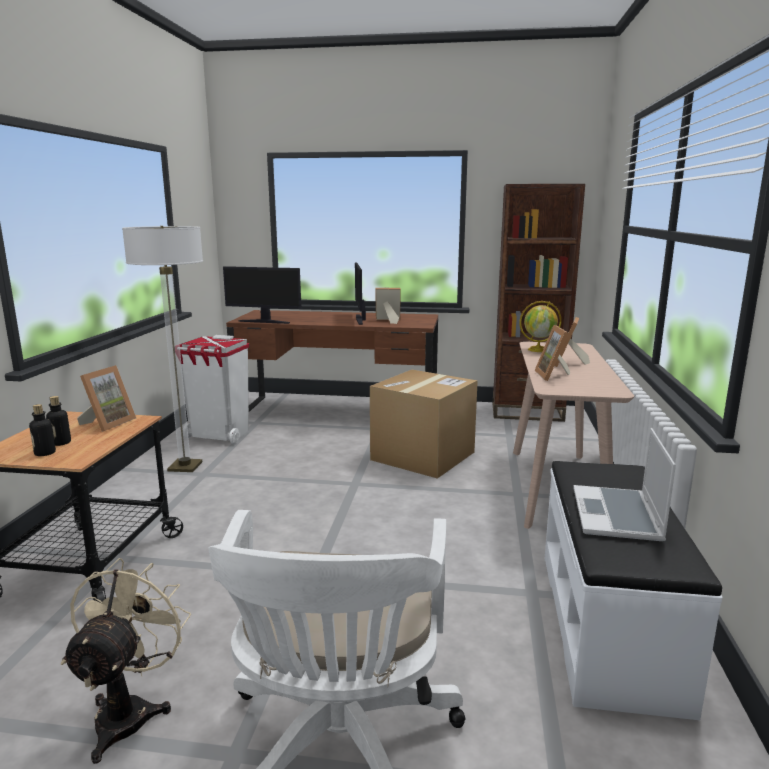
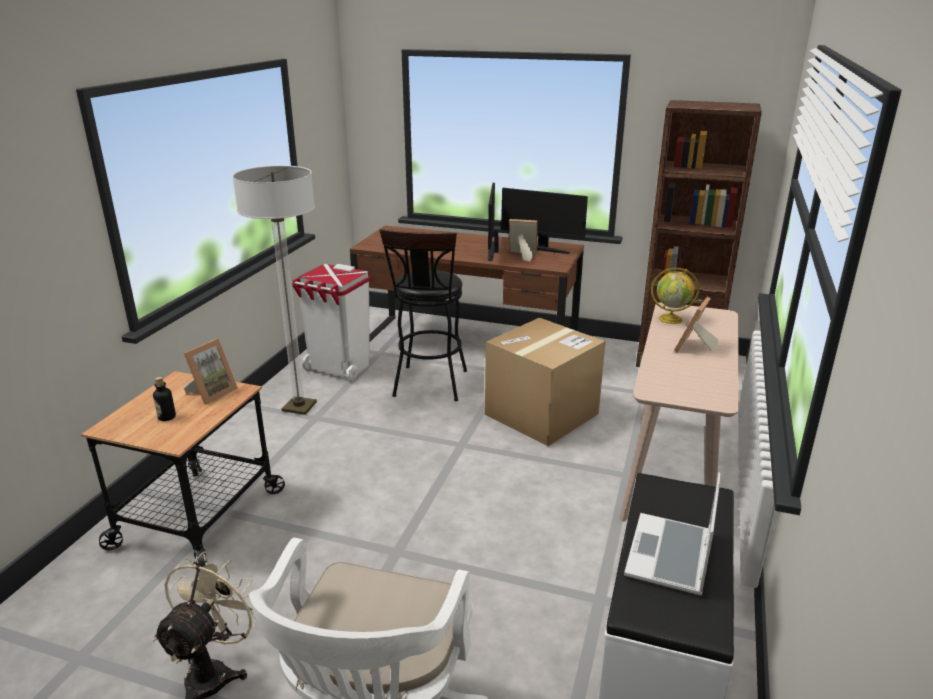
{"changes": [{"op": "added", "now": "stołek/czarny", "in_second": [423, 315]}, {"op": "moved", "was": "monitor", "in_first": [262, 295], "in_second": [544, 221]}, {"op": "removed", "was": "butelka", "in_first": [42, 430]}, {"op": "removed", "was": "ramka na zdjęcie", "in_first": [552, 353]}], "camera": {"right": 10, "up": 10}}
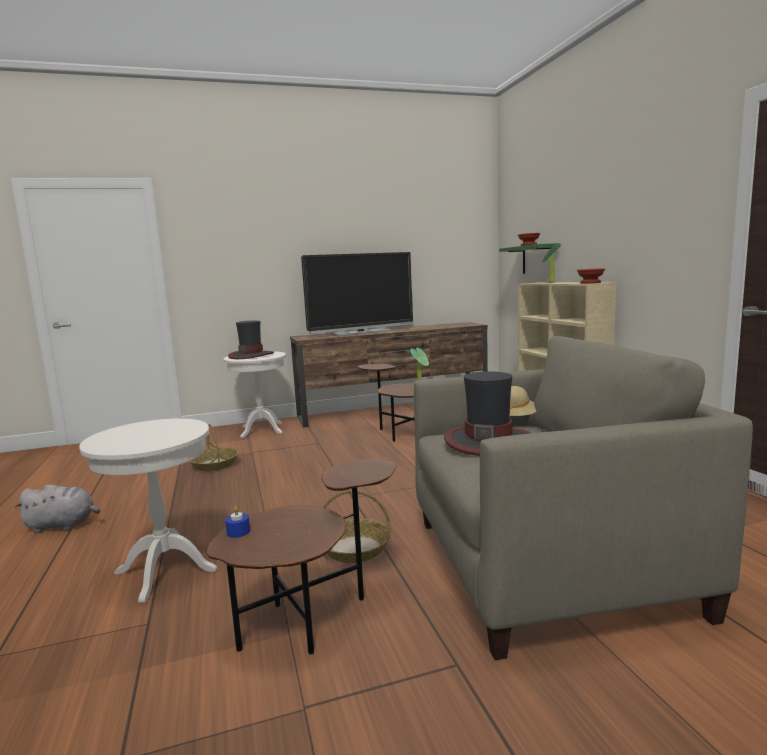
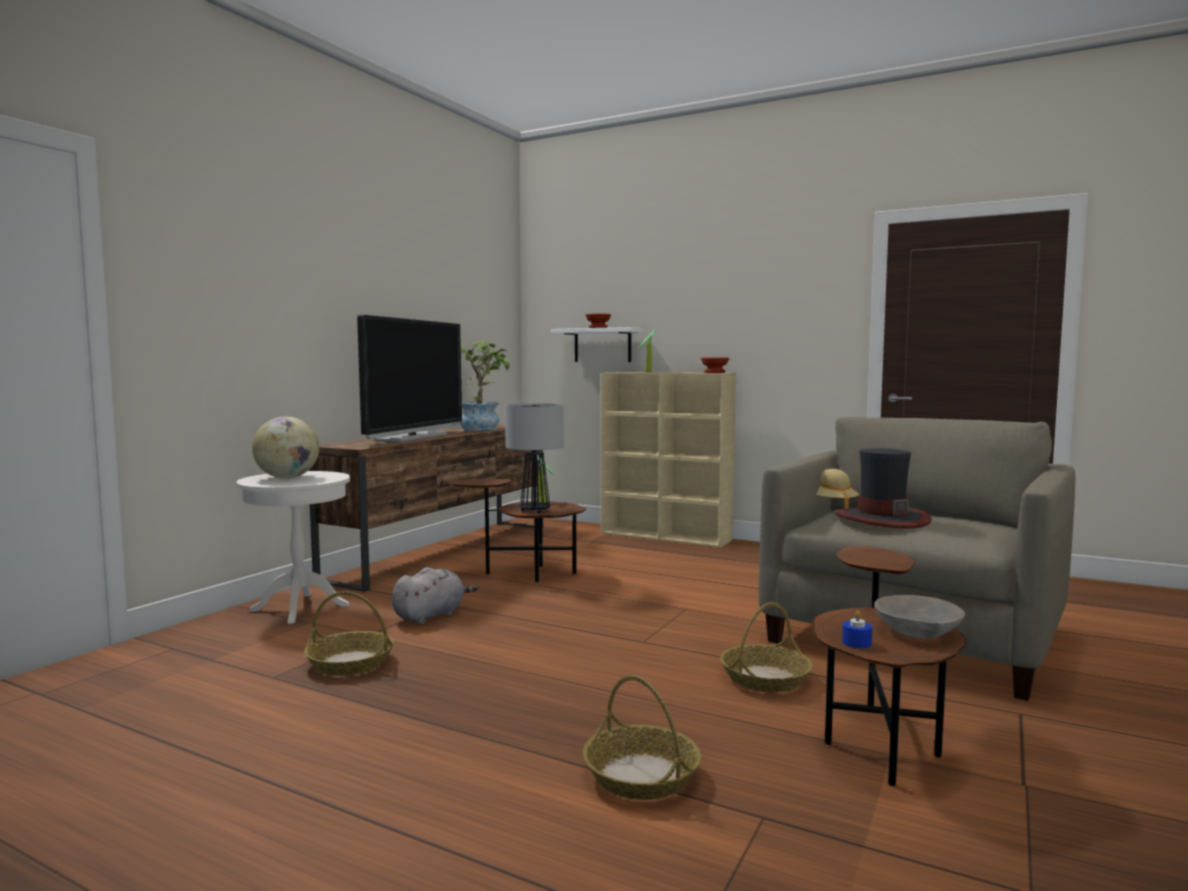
{"changes": [{"op": "replaced", "was": "kapelusz", "now": "globus", "in_first": [251, 340], "in_second": [285, 448]}, {"op": "moved", "was": "pluszak/szary", "in_first": [57, 509], "in_second": [435, 595]}, {"op": "added", "now": "roślina doniczkowa", "in_second": [485, 386]}, {"op": "added", "now": "lampa stołowa", "in_second": [534, 458]}, {"op": "recoloured", "was": "półka/zielony", "now": "półka/biały", "in_first": [530, 258], "in_second": [597, 344]}, {"op": "replaced", "was": "stolik/biały", "now": "koszyk", "in_first": [148, 510], "in_second": [642, 737]}, {"op": "added", "now": "miska/szary", "in_second": [919, 617]}], "camera": {"right": -45, "up": -5}}
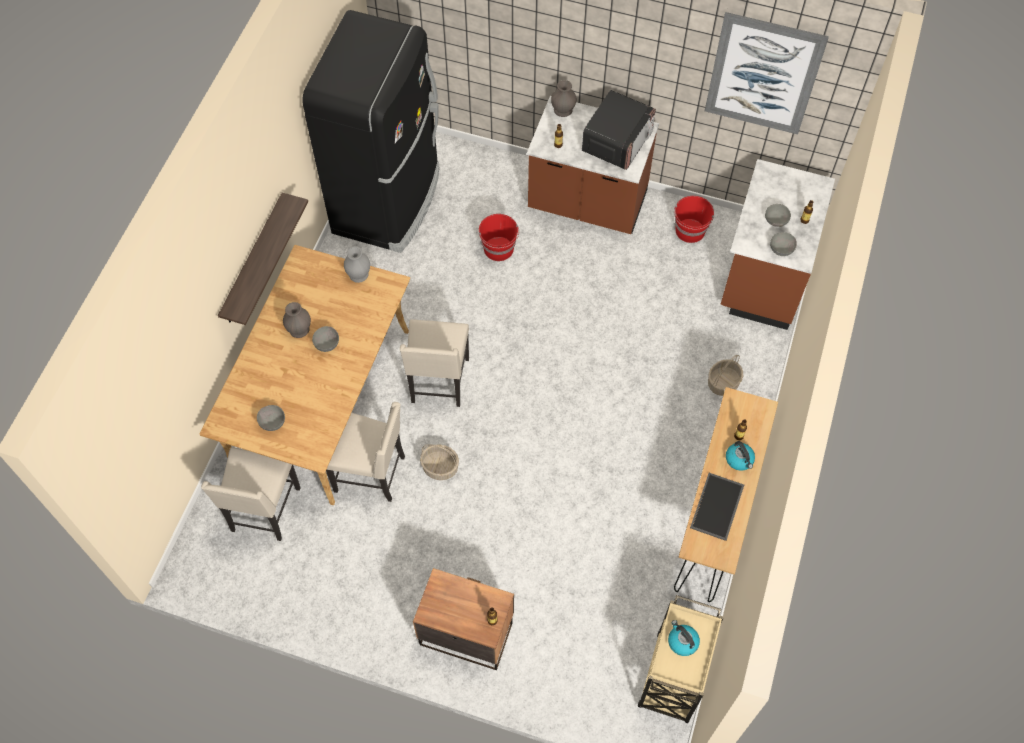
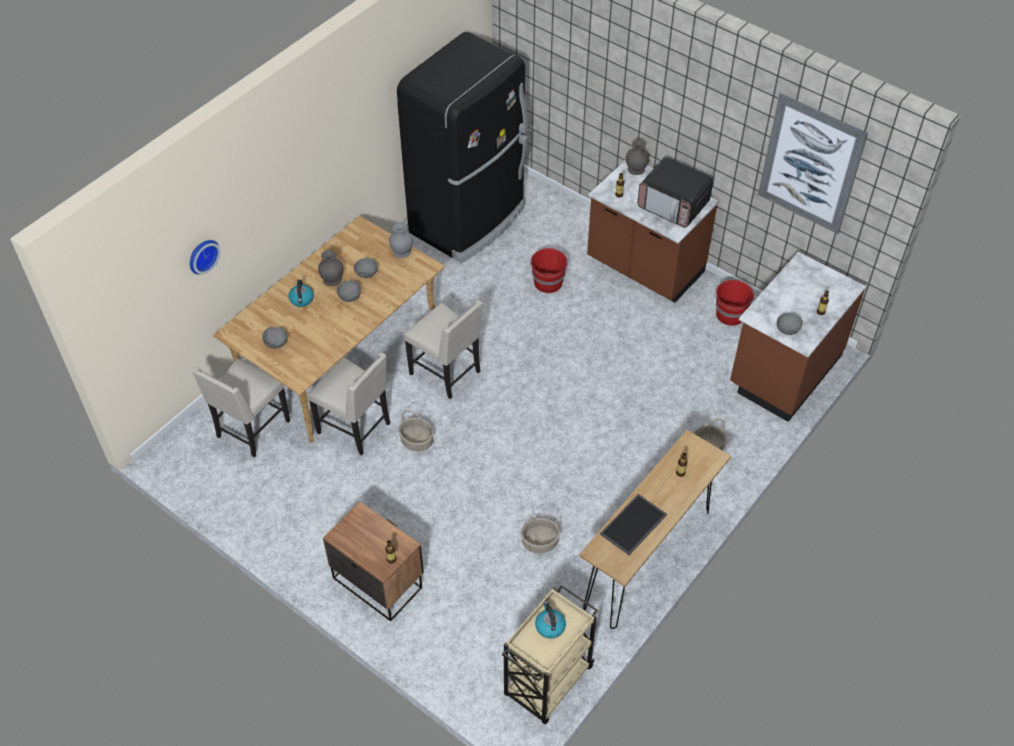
{"changes": [{"op": "added", "now": "zegar ścienny", "in_second": [205, 257]}, {"op": "moved", "was": "czajnik", "in_first": [740, 456], "in_second": [301, 293]}, {"op": "moved", "was": "miska/szary", "in_first": [778, 215], "in_second": [366, 268]}, {"op": "turned", "was": "krzesło/beżowy", "in_first": [434, 363], "in_second": [443, 349], "clockwise": -75}, {"op": "added", "now": "koszyk", "in_second": [540, 534]}, {"op": "turned", "was": "mikrofalówka", "in_first": [619, 130], "in_second": [675, 192], "clockwise": 75}, {"op": "removed", "was": "półka", "in_first": [263, 258]}], "camera": {"right": 20, "up": -10}}
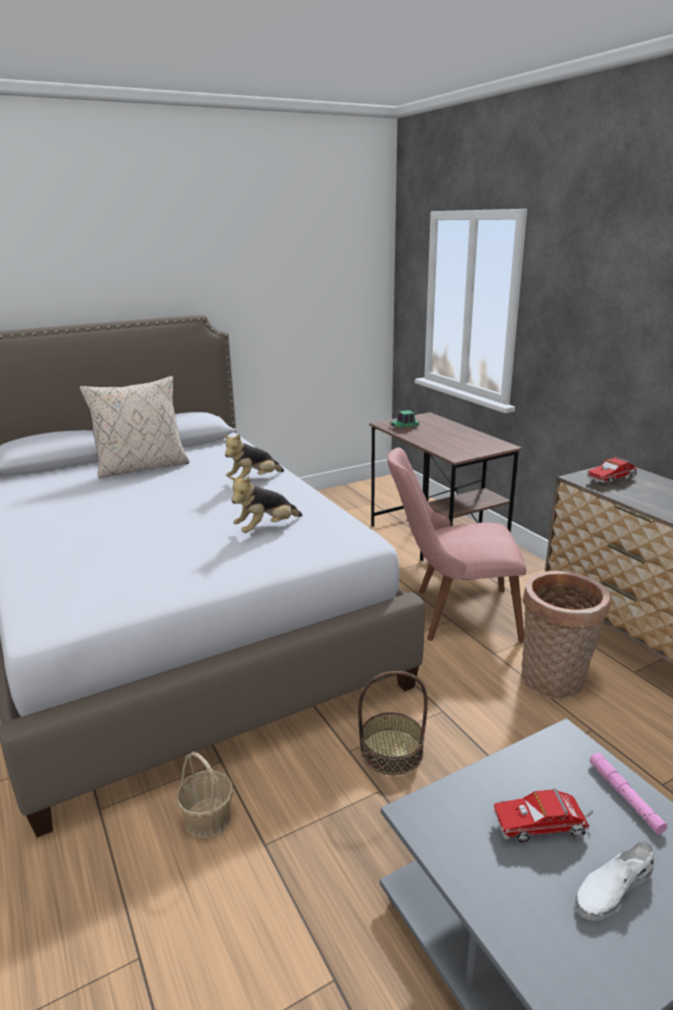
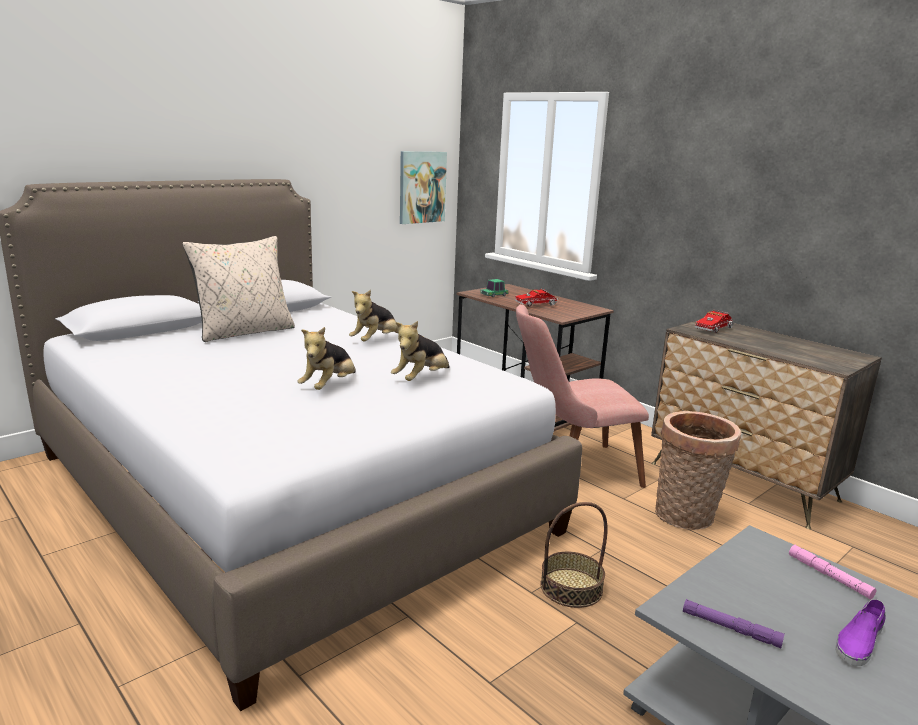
{"changes": [{"op": "added", "now": "pluszak", "in_second": [326, 358]}, {"op": "added", "now": "obraz", "in_second": [423, 187]}, {"op": "moved", "was": "ciężarówka zabawkowa", "in_first": [543, 815], "in_second": [536, 297]}, {"op": "added", "now": "latarka/fioletowy", "in_second": [733, 623]}, {"op": "recoloured", "was": "but/biały", "now": "but/fioletowy", "in_first": [614, 881], "in_second": [861, 632]}, {"op": "removed", "was": "koszyk", "in_first": [204, 795]}], "camera": {"right": -15, "up": -5}}
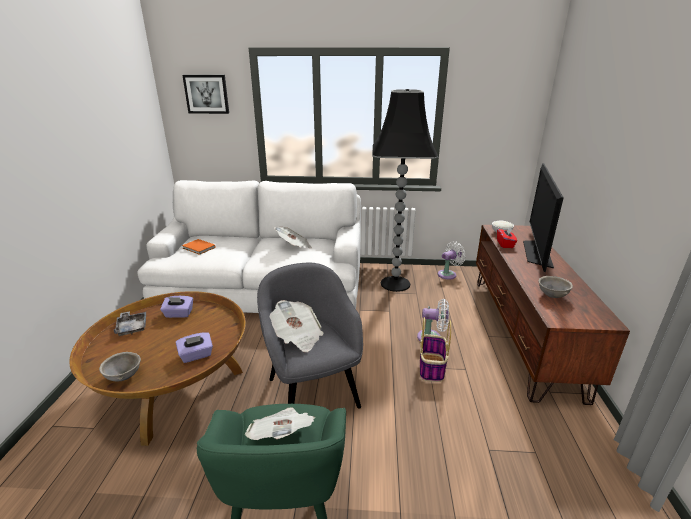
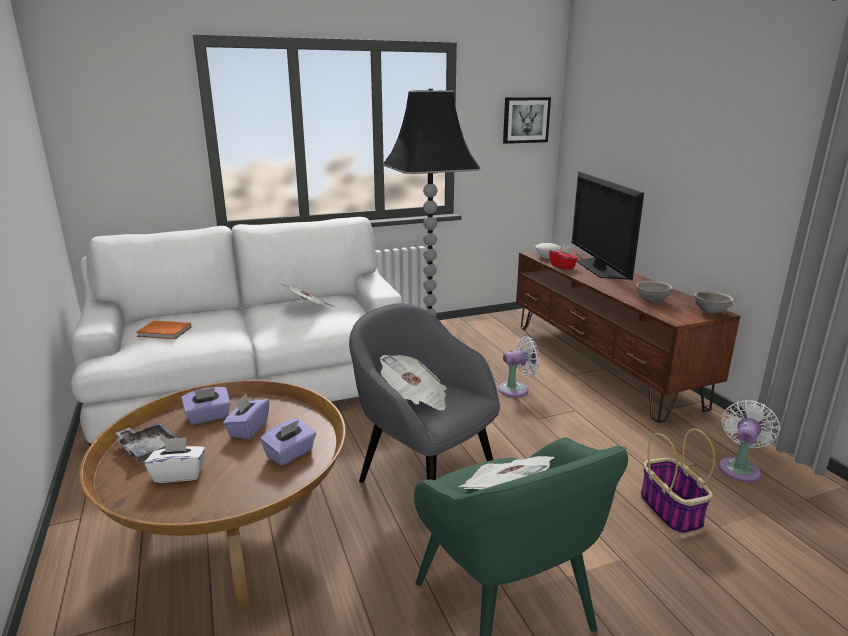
{"changes": [{"op": "added", "now": "pudełko chusteczek/biały", "in_second": [175, 460]}, {"op": "added", "now": "pudełko chusteczek/fioletowy", "in_second": [246, 416]}, {"op": "moved", "was": "obraz", "in_first": [205, 94], "in_second": [527, 120]}, {"op": "moved", "was": "koszyk", "in_first": [435, 349], "in_second": [677, 482]}, {"op": "moved", "was": "miska/szary", "in_first": [120, 367], "in_second": [713, 302]}, {"op": "moved", "was": "wentylator/biały", "in_first": [452, 260], "in_second": [749, 441]}], "camera": {"right": -25, "up": -5}}
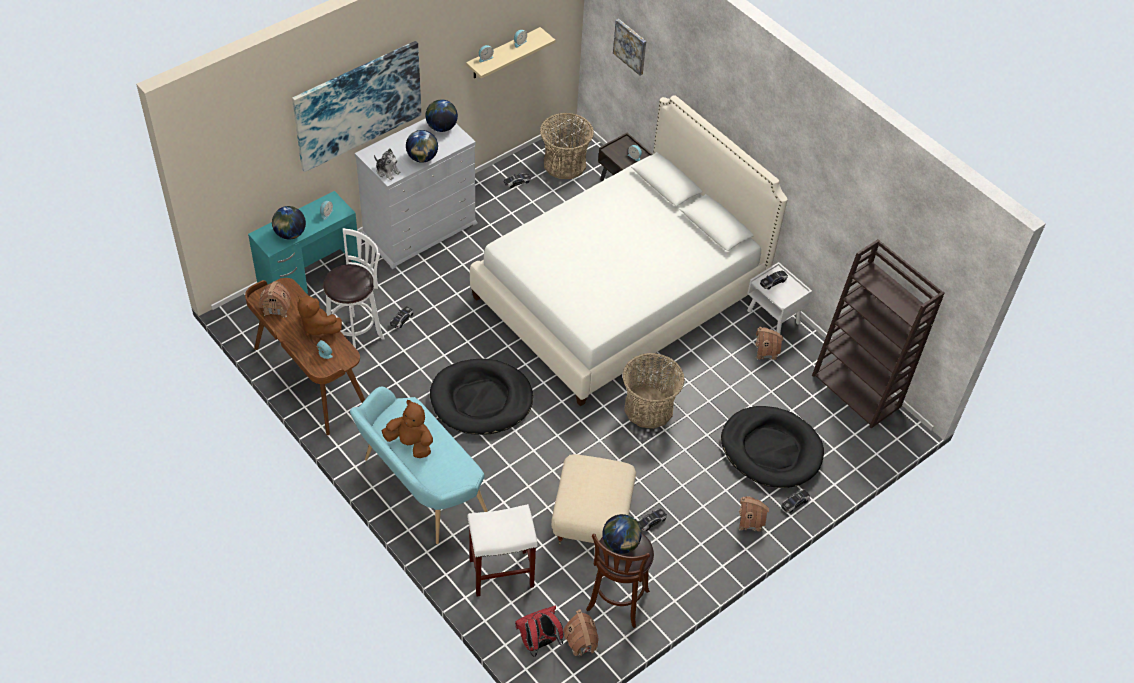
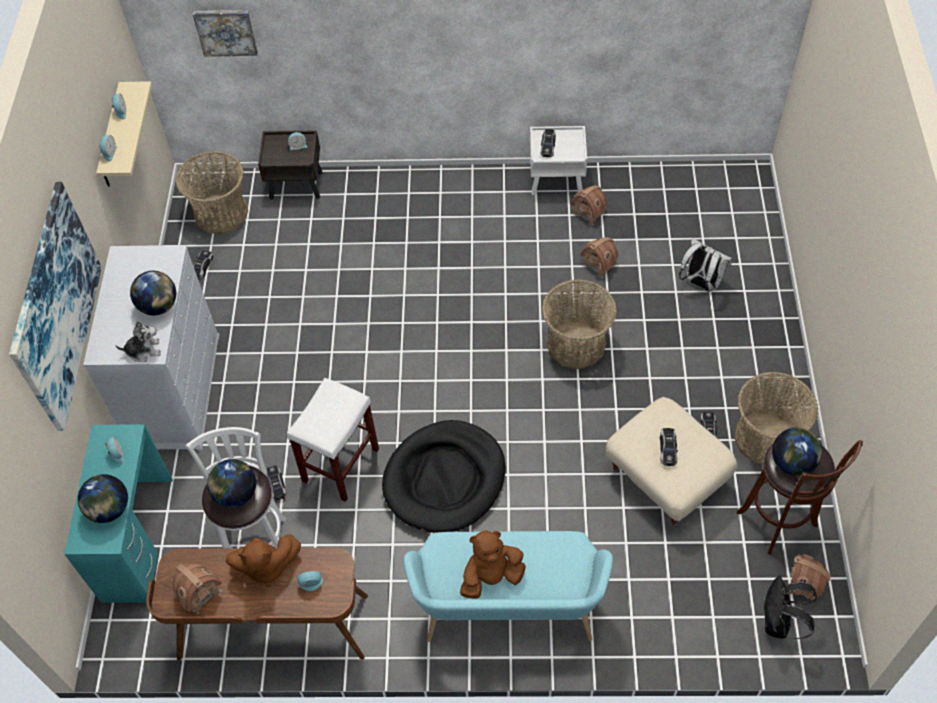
{"changes": [{"op": "moved", "was": "globus", "in_first": [442, 115], "in_second": [231, 483]}, {"op": "moved", "was": "stołek/biały", "in_first": [502, 550], "in_second": [333, 440]}, {"op": "moved", "was": "domek", "in_first": [753, 514], "in_second": [599, 257]}, {"op": "moved", "was": "samochodzik", "in_first": [795, 501], "in_second": [669, 447]}, {"op": "replaced", "was": "legowisko/czarny", "now": "plecak/biały", "in_first": [772, 447], "in_second": [705, 265]}, {"op": "added", "now": "koszyk", "in_second": [776, 418]}, {"op": "recoloured", "was": "plecak/czerwony", "now": "plecak/czarny", "in_first": [539, 631], "in_second": [790, 607]}, {"op": "removed", "was": "łóżko/biały", "in_first": [629, 251]}, {"op": "removed", "was": "regał/brązowy", "in_first": [878, 333]}], "camera": {"right": -45, "up": 5}}
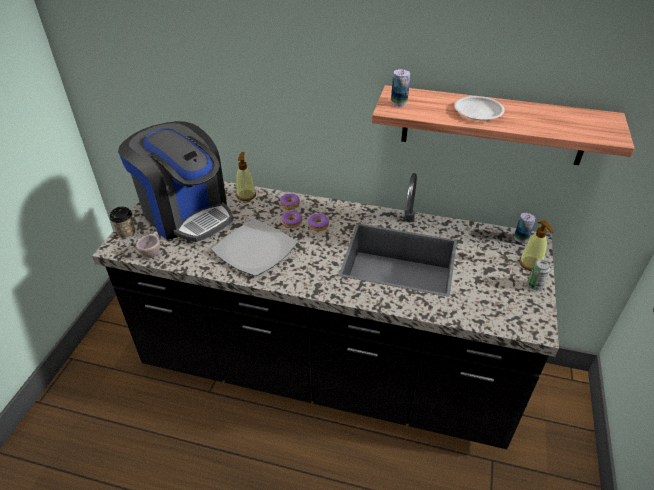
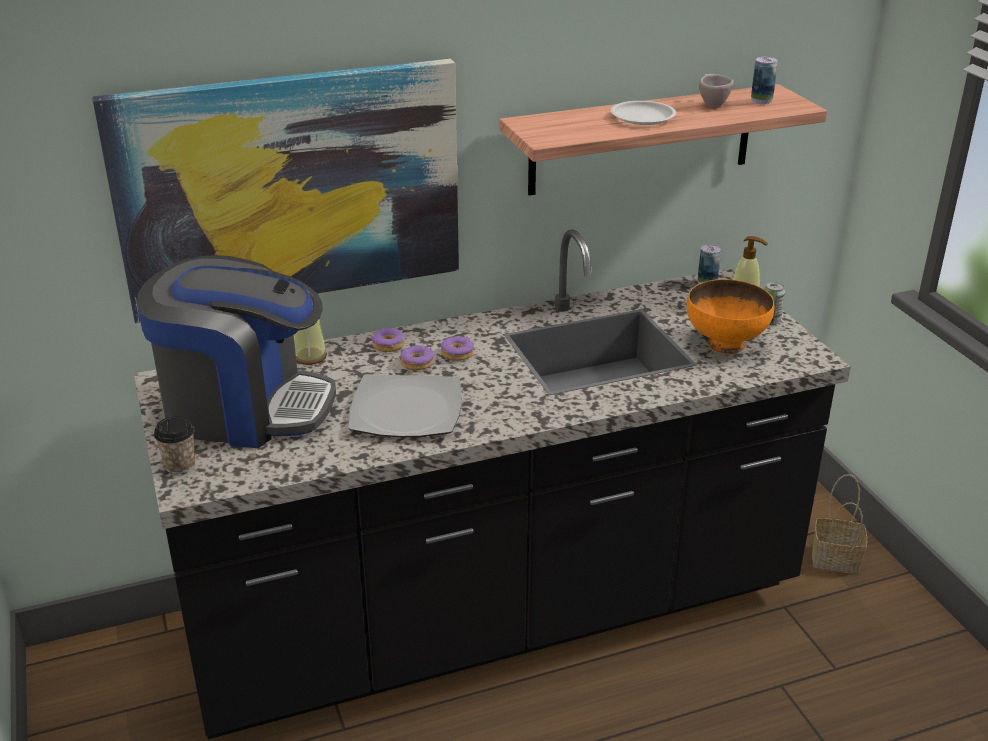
{"changes": [{"op": "added", "now": "obraz", "in_second": [275, 191]}, {"op": "added", "now": "miska/pomarańczowy", "in_second": [730, 316]}, {"op": "moved", "was": "filiżanka/beżowy", "in_first": [148, 245], "in_second": [716, 91]}, {"op": "moved", "was": "puszka", "in_first": [400, 88], "in_second": [764, 80]}, {"op": "added", "now": "koszyk", "in_second": [839, 524]}], "camera": {"right": -35, "up": -10}}
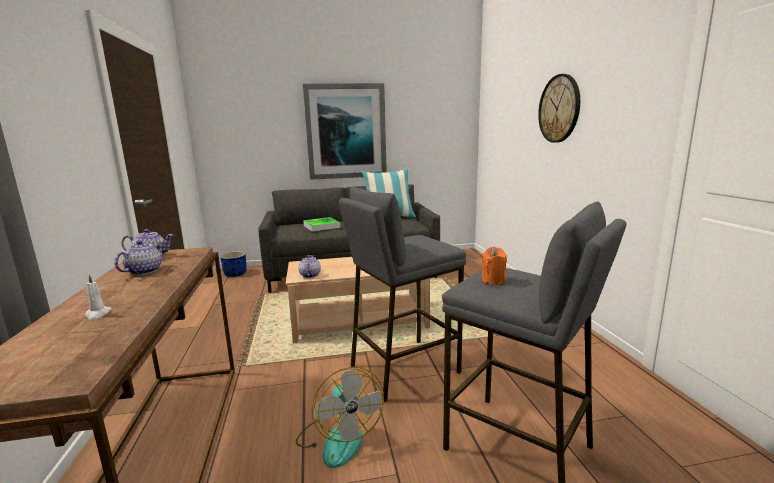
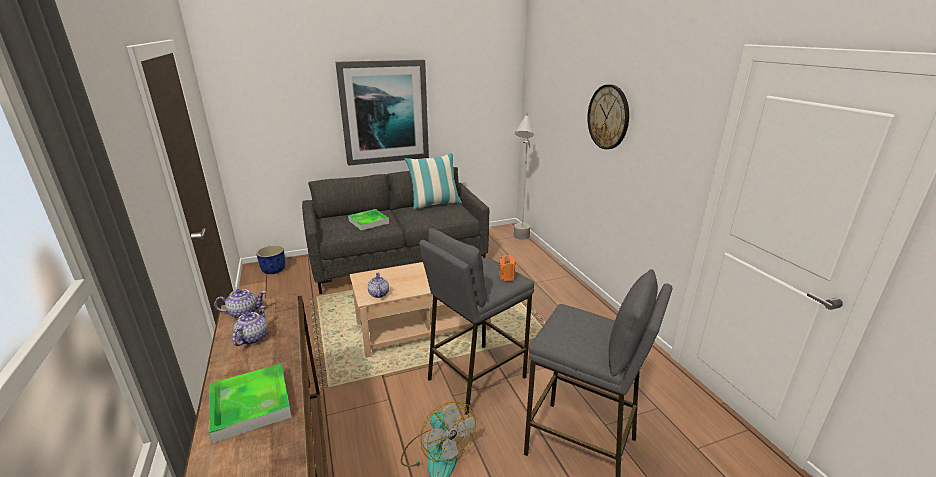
{"changes": [{"op": "replaced", "was": "świeca/biały", "now": "taca", "in_first": [98, 297], "in_second": [250, 403]}, {"op": "moved", "was": "świeca/pomarańczowy", "in_first": [494, 266], "in_second": [507, 268]}, {"op": "added", "now": "lampa stojąca/szary", "in_second": [524, 176]}], "camera": {"right": -10, "up": 10}}
